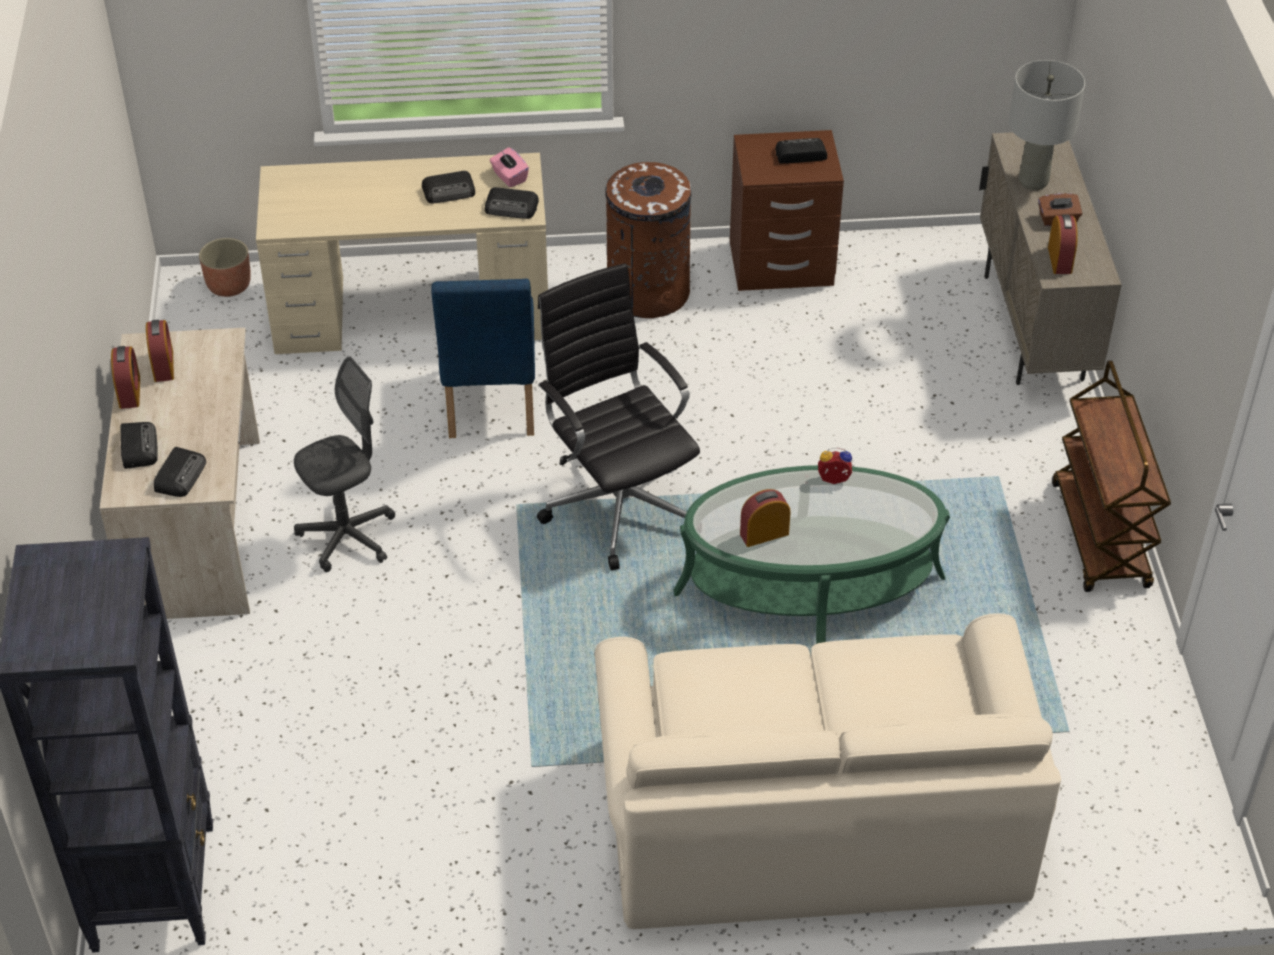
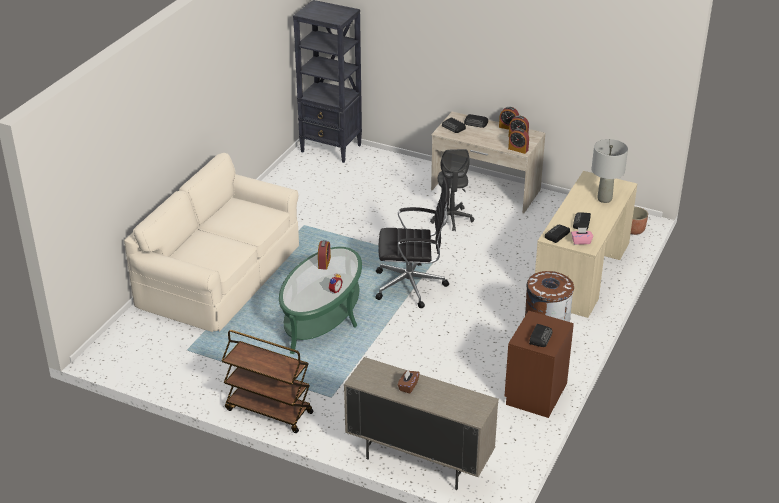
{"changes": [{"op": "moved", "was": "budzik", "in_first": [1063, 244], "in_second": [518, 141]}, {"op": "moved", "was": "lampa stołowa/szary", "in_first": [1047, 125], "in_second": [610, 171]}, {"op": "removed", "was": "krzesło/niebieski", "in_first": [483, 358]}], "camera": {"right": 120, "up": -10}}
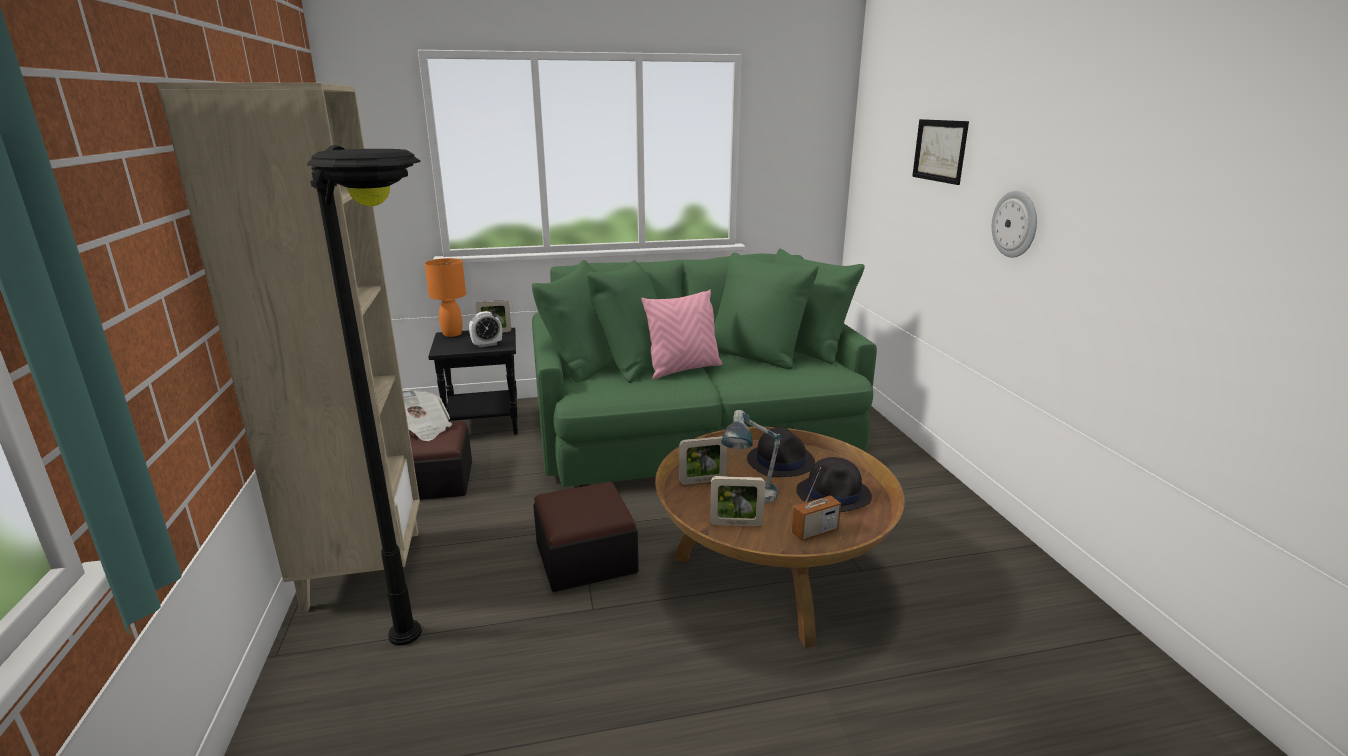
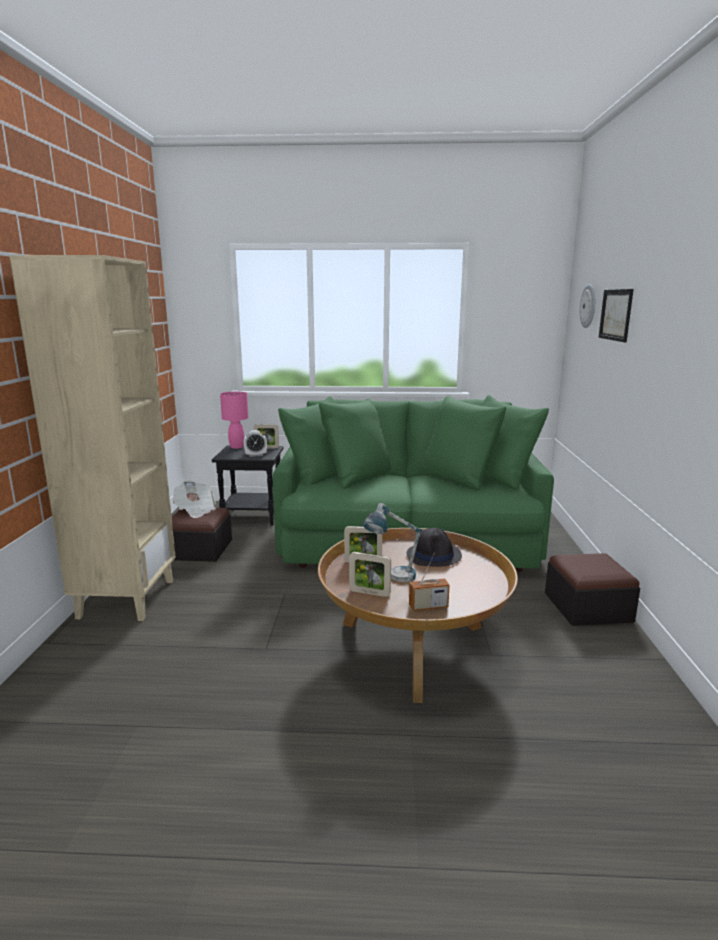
{"changes": [{"op": "recoloured", "was": "lampa stołowa/pomarańczowy", "now": "lampa stołowa/różowy", "in_first": [445, 297], "in_second": [234, 420]}, {"op": "moved", "was": "pufa", "in_first": [586, 537], "in_second": [592, 589]}, {"op": "moved", "was": "zegar ścienny", "in_first": [1014, 224], "in_second": [587, 306]}, {"op": "removed", "was": "lampa stojąca/czarny", "in_first": [364, 395]}, {"op": "removed", "was": "poduszka/różowy", "in_first": [681, 335]}, {"op": "removed", "was": "kapelusz/czarny", "in_first": [834, 484]}], "camera": {"right": 15, "up": -5}}
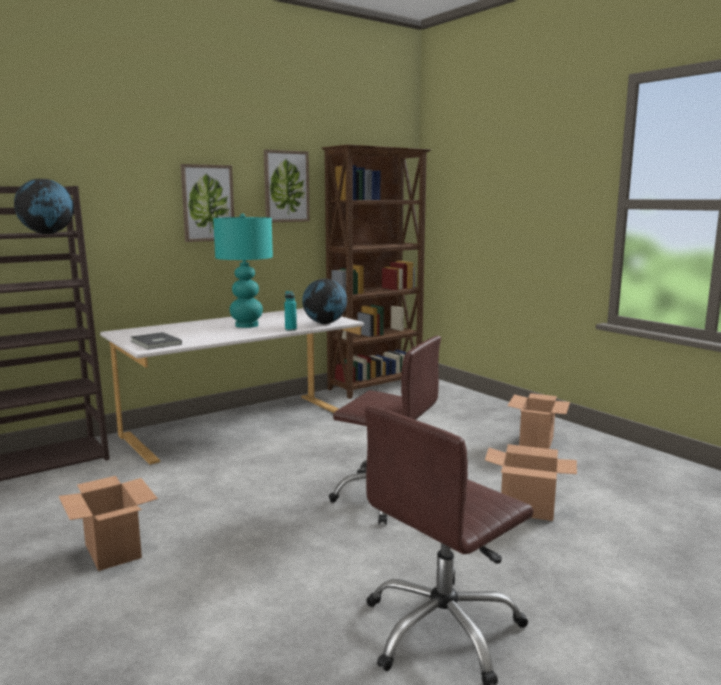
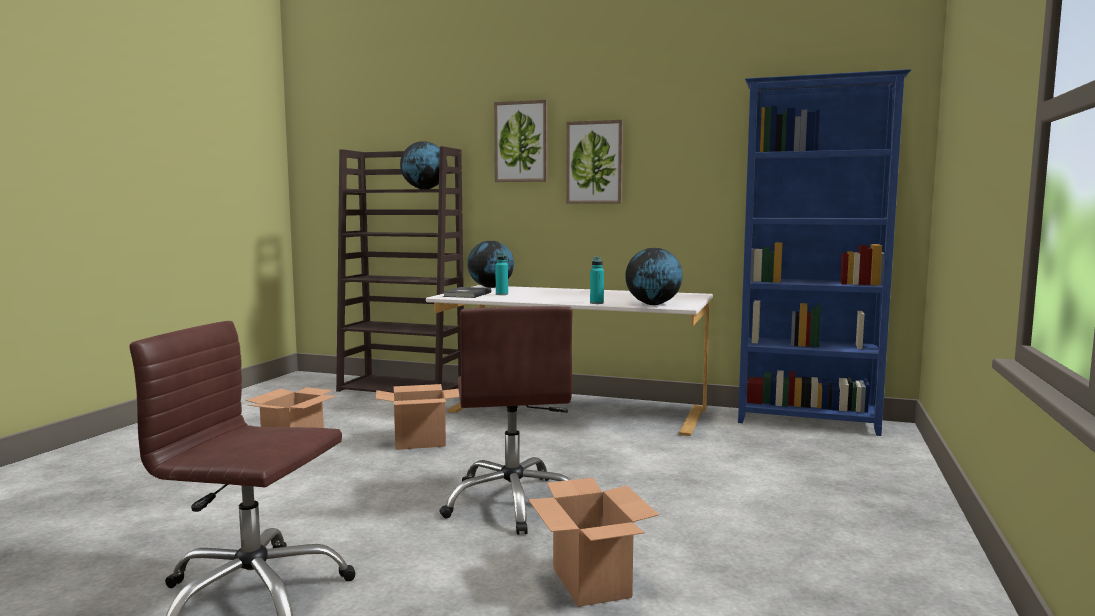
{"changes": [{"op": "moved", "was": "karton", "in_first": [538, 421], "in_second": [417, 417]}, {"op": "added", "now": "globus", "in_second": [490, 264]}, {"op": "moved", "was": "obraz", "in_first": [287, 186], "in_second": [521, 141]}, {"op": "added", "now": "butelka/turkusowy", "in_second": [501, 274]}, {"op": "recoloured", "was": "regał/brązowy", "now": "regał/niebieski", "in_first": [376, 272], "in_second": [824, 252]}, {"op": "removed", "was": "lampa stołowa/turkusowy", "in_first": [243, 270]}], "camera": {"right": 55, "up": -5}}
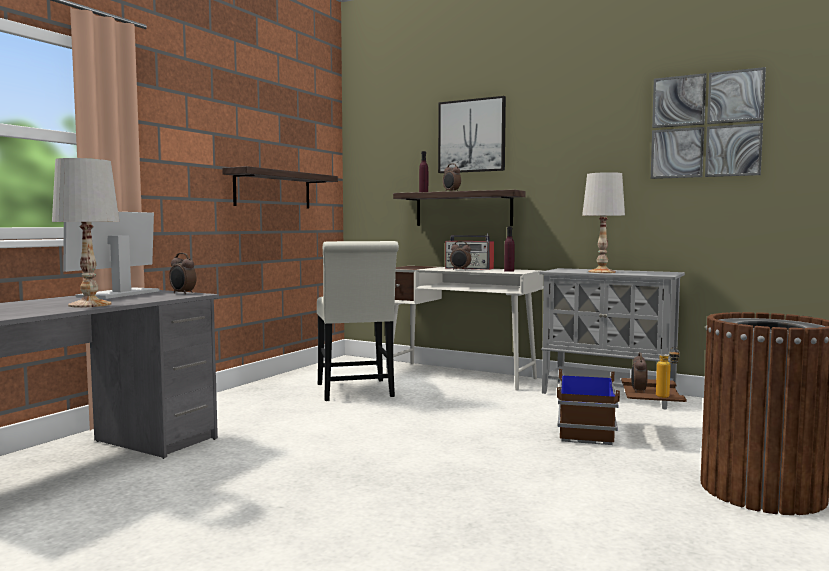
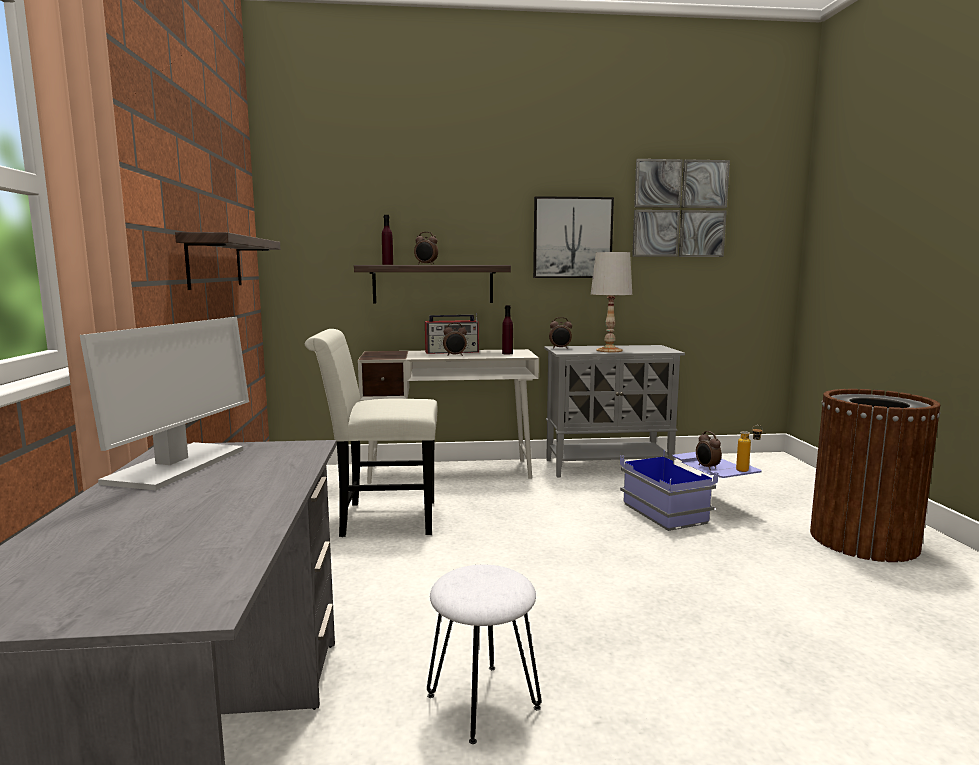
{"changes": [{"op": "turned", "was": "monitor", "in_first": [111, 255], "in_second": [164, 403], "clockwise": -150}, {"op": "turned", "was": "krzesło/biały", "in_first": [358, 321], "in_second": [371, 433], "clockwise": 135}, {"op": "added", "now": "stołek/biały", "in_second": [484, 654]}, {"op": "moved", "was": "obraz", "in_first": [472, 134], "in_second": [573, 237]}, {"op": "moved", "was": "budzik", "in_first": [182, 273], "in_second": [560, 333]}, {"op": "recoloured", "was": "pojemnik do przechowywania/brązowy", "now": "pojemnik do przechowywania/niebieski", "in_first": [622, 407], "in_second": [691, 490]}, {"op": "removed", "was": "lampa stołowa/biały", "in_first": [85, 233]}], "camera": {"right": -35, "up": 5}}
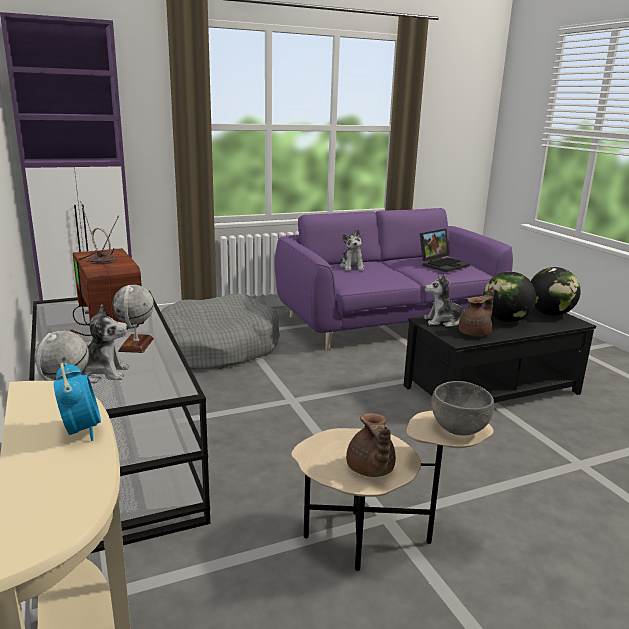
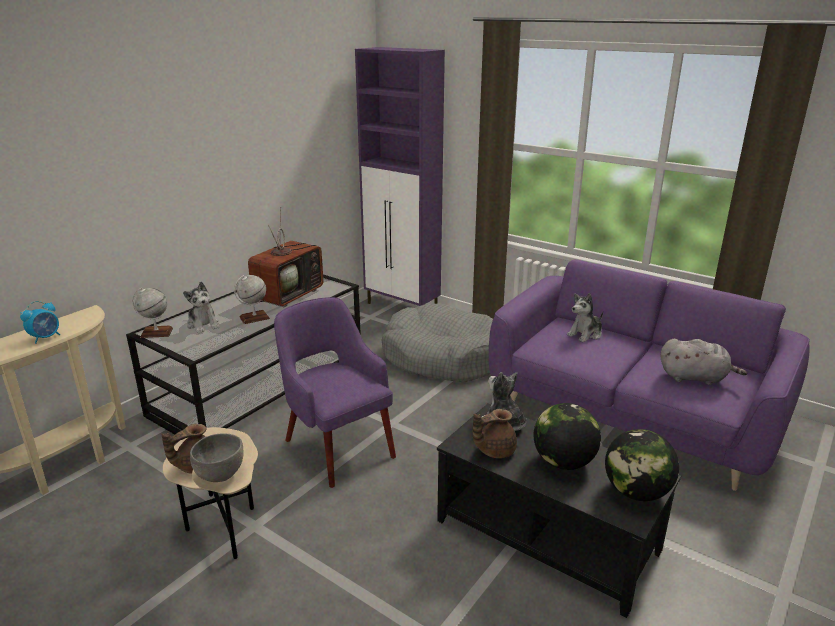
{"changes": [{"op": "added", "now": "fotel/fioletowy", "in_second": [335, 392]}, {"op": "turned", "was": "imbryk/brązowy", "in_first": [477, 311], "in_second": [494, 433], "clockwise": 135}, {"op": "replaced", "was": "laptop", "now": "pluszak/szary", "in_first": [445, 250], "in_second": [704, 362]}], "camera": {"right": 60, "up": 5}}
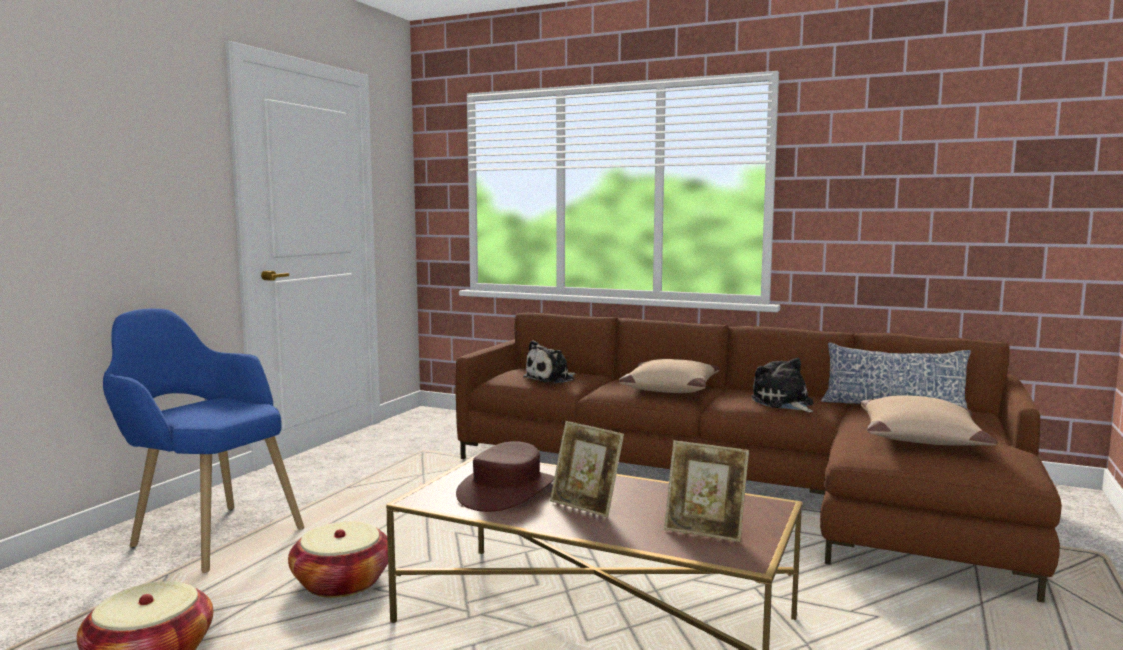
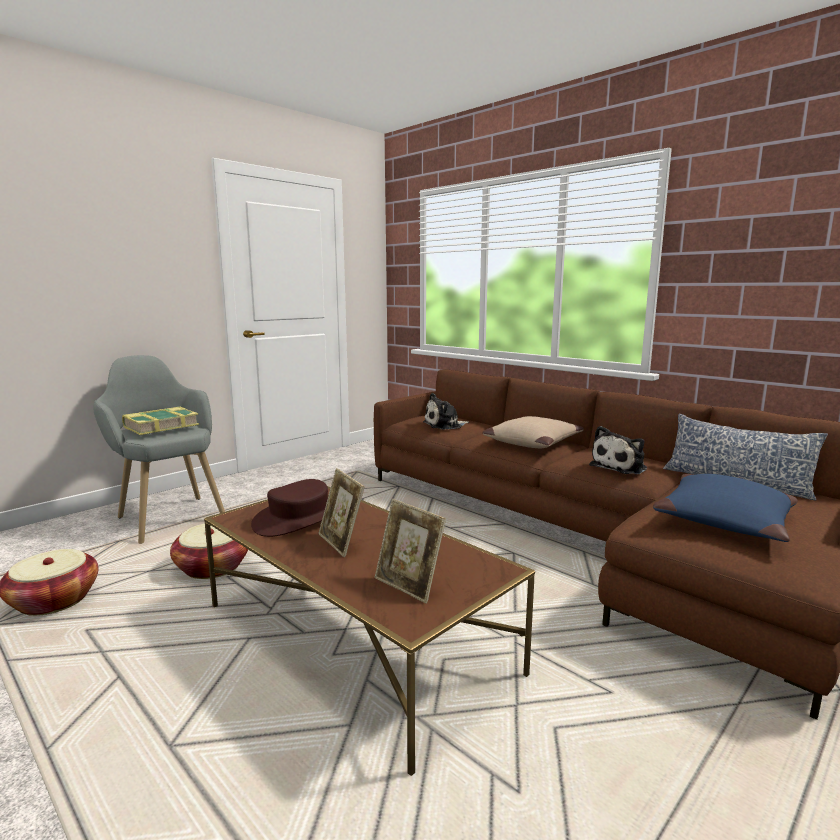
{"changes": [{"op": "recoloured", "was": "fotel/niebieski", "now": "fotel/szary", "in_first": [203, 440], "in_second": [159, 449]}, {"op": "added", "now": "książka", "in_second": [160, 420]}, {"op": "turned", "was": "pluszak", "in_first": [782, 385], "in_second": [618, 450], "clockwise": -135}, {"op": "recoloured", "was": "poduszka/beżowy", "now": "poduszka/niebieski", "in_first": [929, 420], "in_second": [725, 508]}], "camera": {"right": 20, "up": 5}}
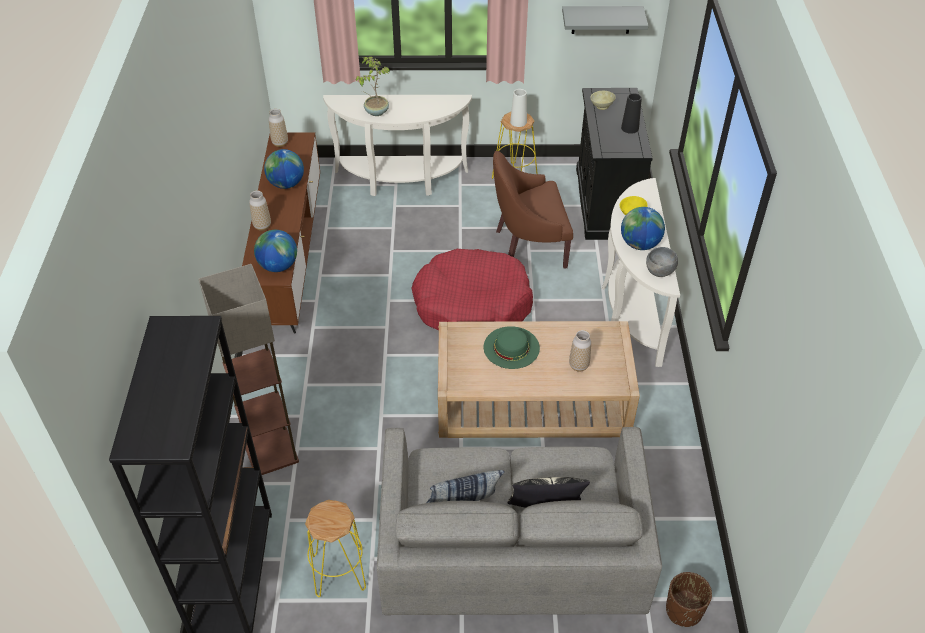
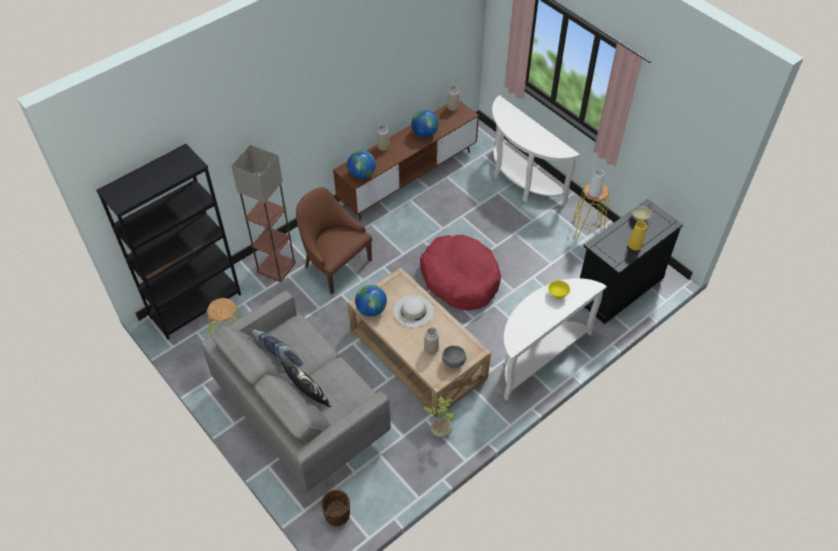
{"changes": [{"op": "moved", "was": "fotel/brązowy", "in_first": [533, 210], "in_second": [334, 240]}, {"op": "moved", "was": "globus", "in_first": [643, 228], "in_second": [371, 300]}, {"op": "recoloured", "was": "kapelusz/zielony", "now": "kapelusz/biały", "in_first": [512, 347], "in_second": [414, 311]}, {"op": "moved", "was": "roślina doniczkowa", "in_first": [373, 86], "in_second": [439, 417]}, {"op": "moved", "was": "miska/szary", "in_first": [662, 262], "in_second": [454, 357]}, {"op": "recoloured", "was": "wazon/czarny", "now": "wazon/żółty", "in_first": [631, 113], "in_second": [637, 235]}, {"op": "removed", "was": "półka/szary", "in_first": [605, 20]}], "camera": {"right": 50, "up": 5}}
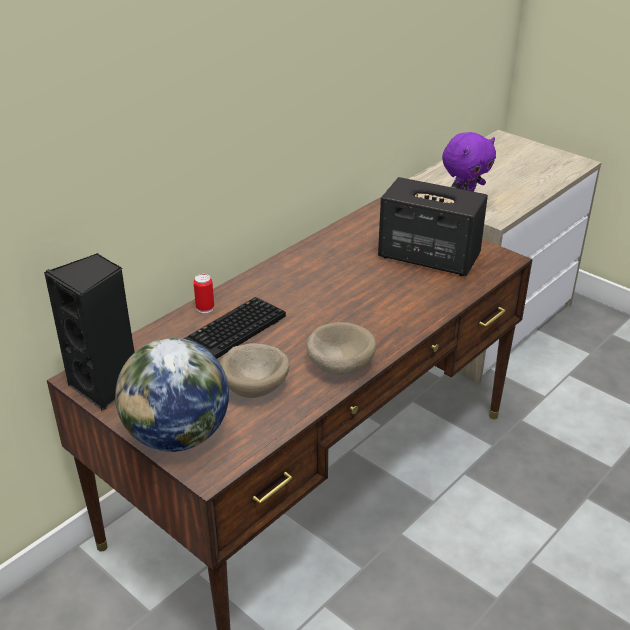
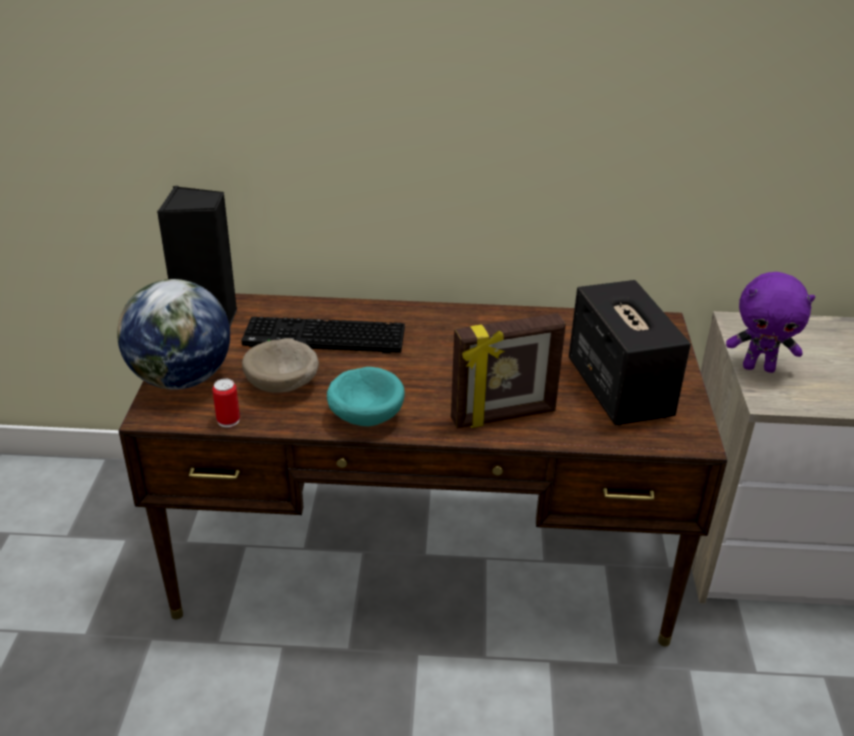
{"changes": [{"op": "moved", "was": "puszka", "in_first": [203, 293], "in_second": [226, 403]}, {"op": "recoloured", "was": "miska/beżowy", "now": "miska/turkusowy", "in_first": [341, 348], "in_second": [366, 396]}, {"op": "added", "now": "ramka na zdjęcie", "in_second": [508, 371]}], "camera": {"right": 50, "up": 0}}
